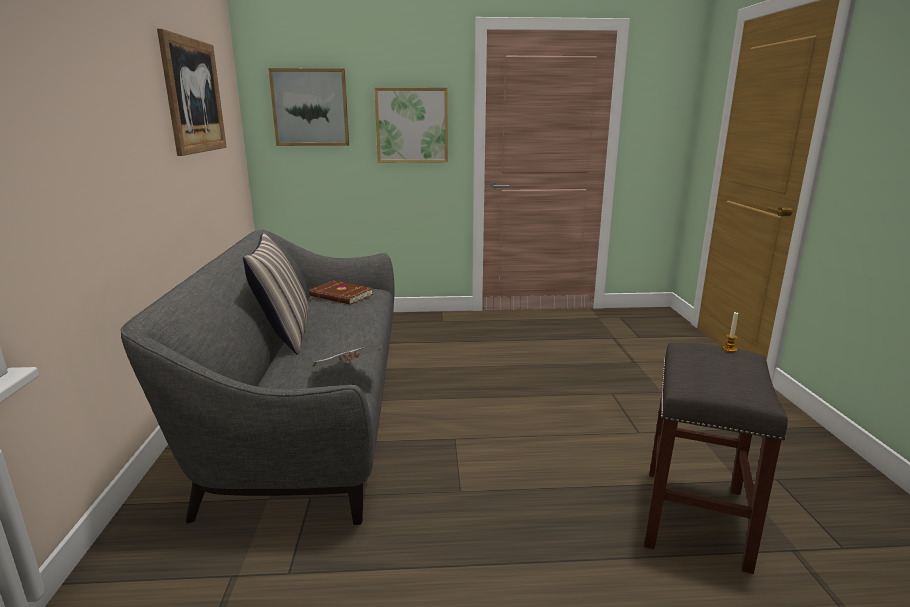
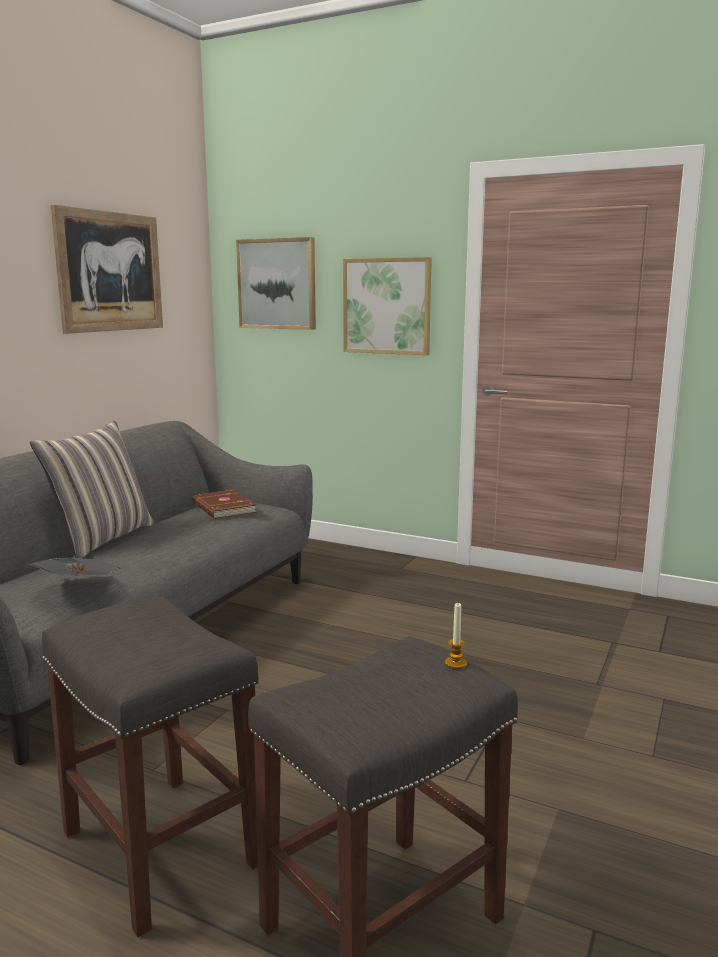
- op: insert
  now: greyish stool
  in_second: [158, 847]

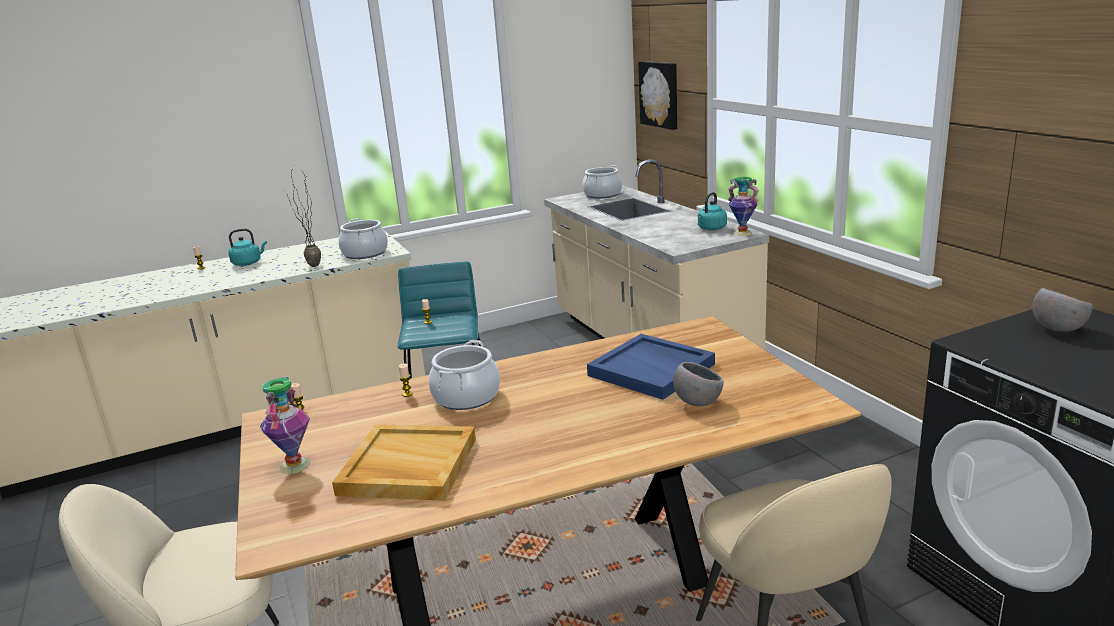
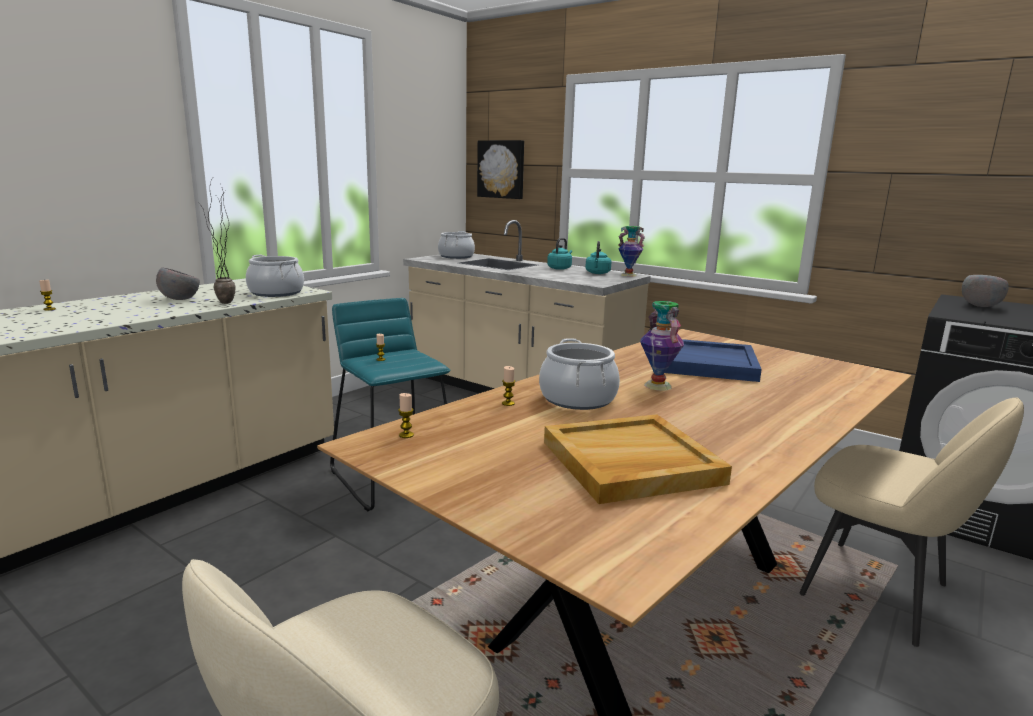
- op: move
  was: turquoise-coloured kettle
  in_first: [248, 263]
  in_second: [560, 268]
- op: move
  was: flower vase
  in_first: [294, 465]
  in_second: [657, 385]
- op: move
  was: greyish deep dish
  in_first: [697, 403]
  in_second: [179, 299]

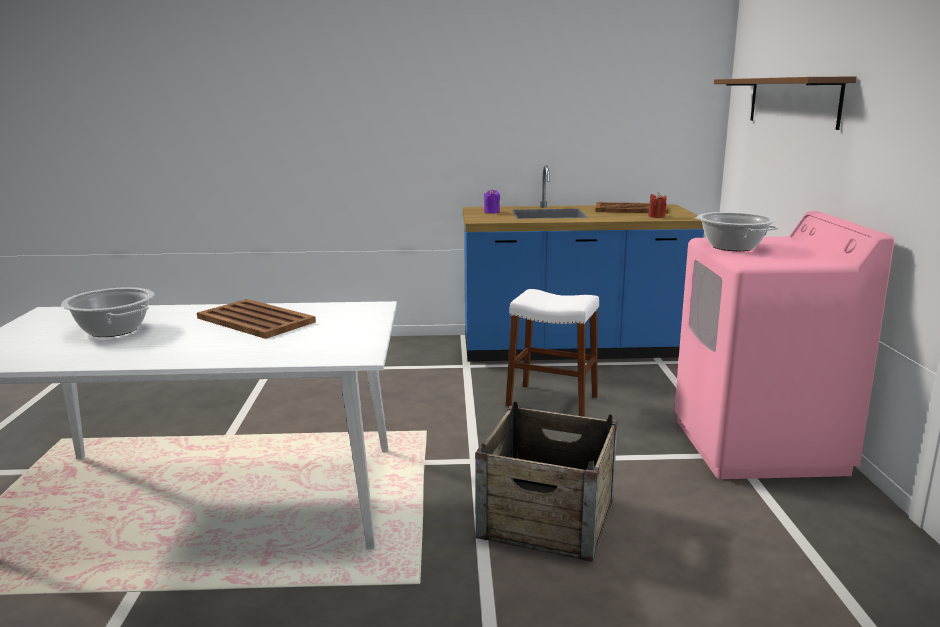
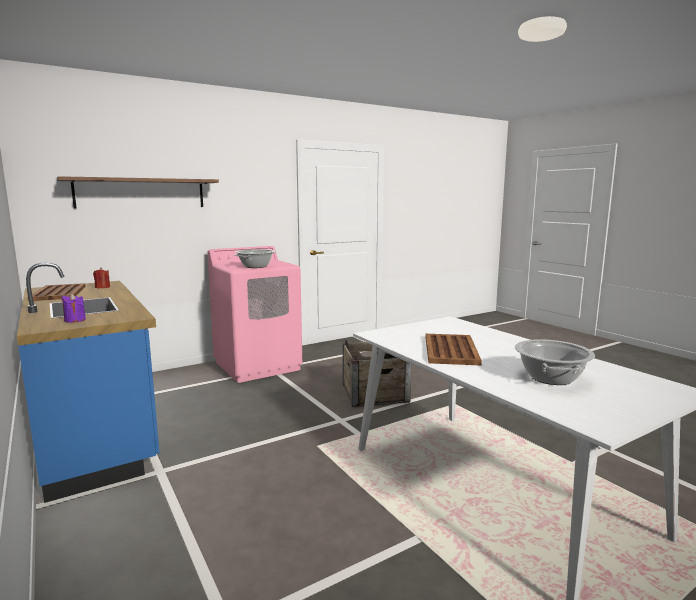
- op: delete
  was: white stool
  in_first: [552, 401]

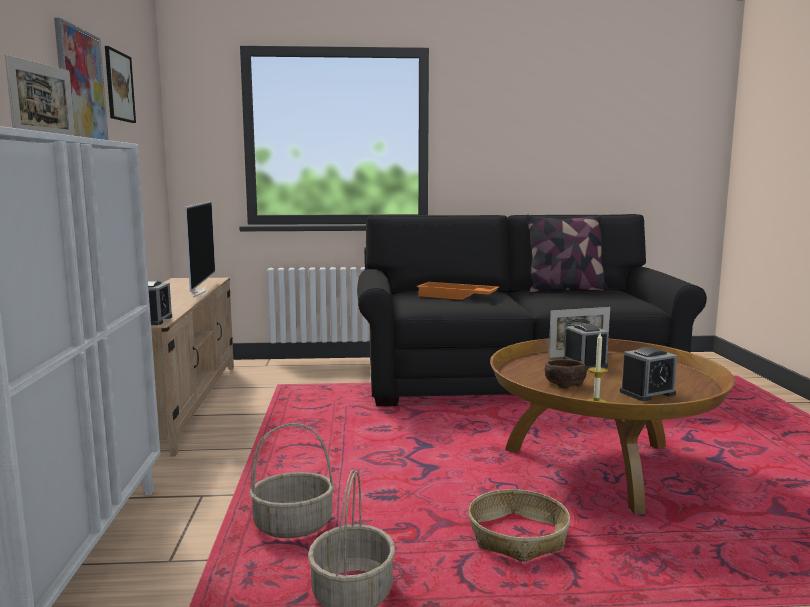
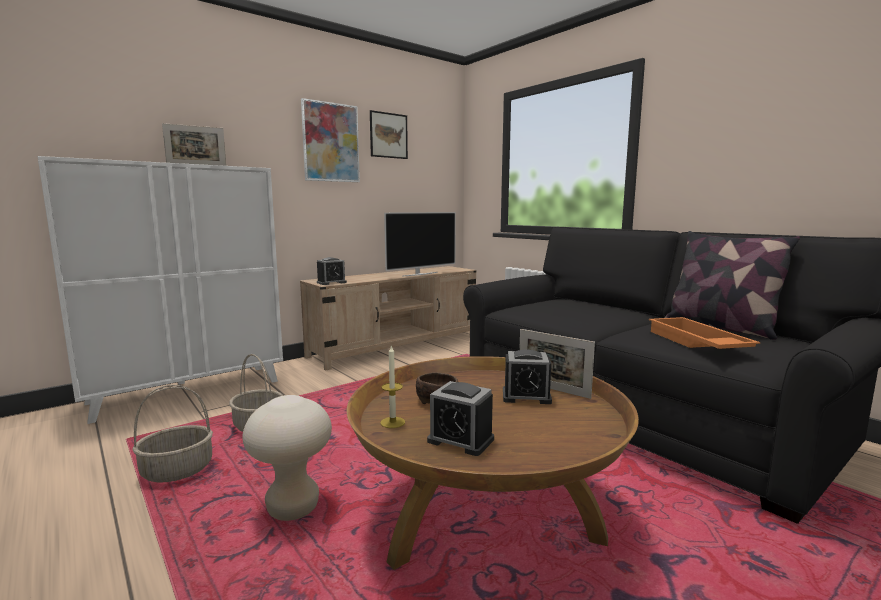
- op: move
  was: orangey tray
  in_first: [456, 296]
  in_second: [695, 343]
- op: replace
  was: storage basket
  now: beige stool
  in_first: [517, 537]
  in_second: [293, 508]
- op: rotate
  was: alarm clock
  in_first: [584, 363]
  in_second: [526, 396]
  clockwise: 60

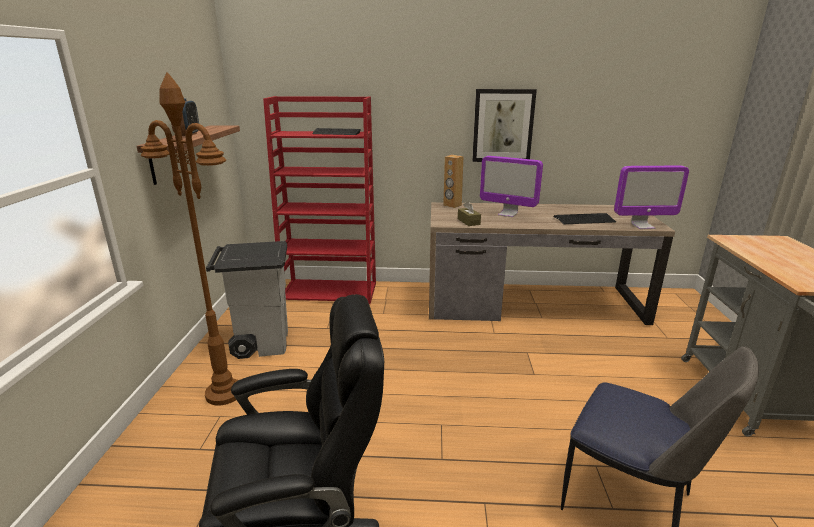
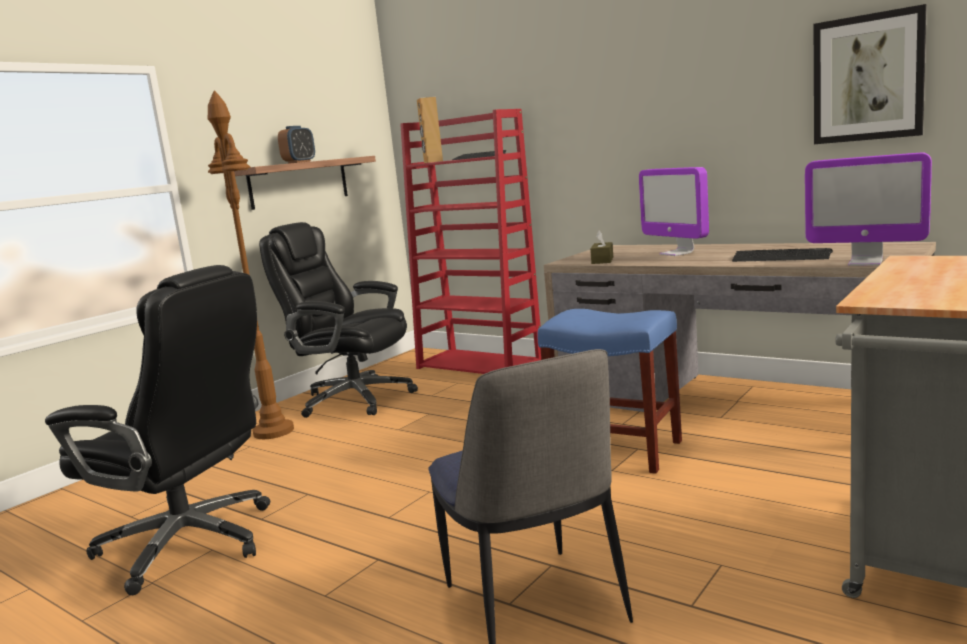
- op: replace
  was: greyish rubbish bin
  now: black-coloured desk chair
  in_first: [261, 342]
  in_second: [353, 399]
- op: move
  was: brown speaker
  in_first: [452, 205]
  in_second: [433, 162]
- op: move
  was: picture
  in_first: [503, 126]
  in_second: [868, 78]
- op: insert
  now: blue-coloured stool
  in_second: [614, 450]

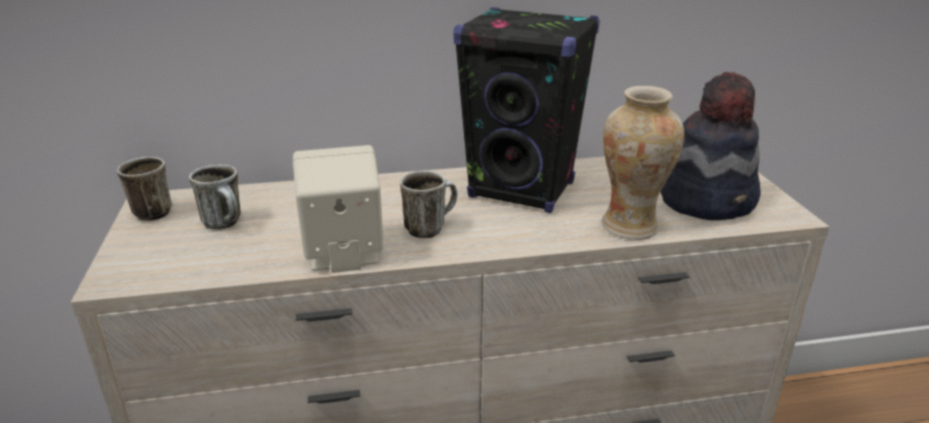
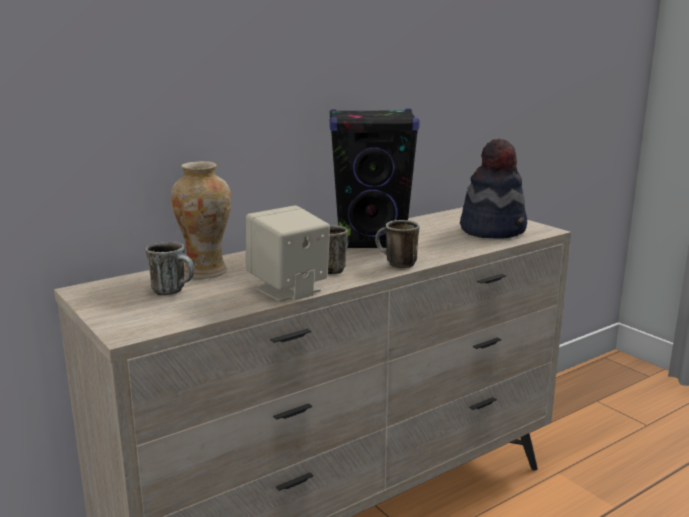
- op: move
  was: mug
  in_first: [149, 212]
  in_second: [395, 264]
- op: move
  was: flower vase
  in_first: [630, 226]
  in_second: [205, 272]

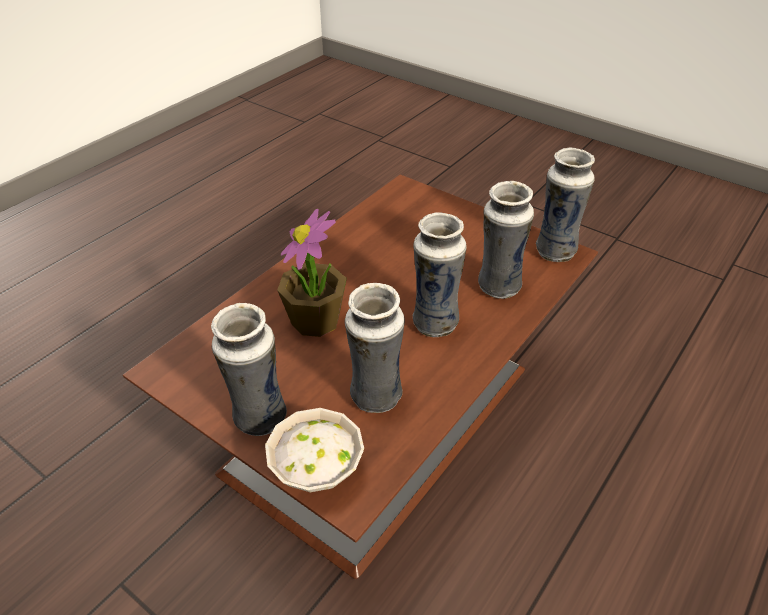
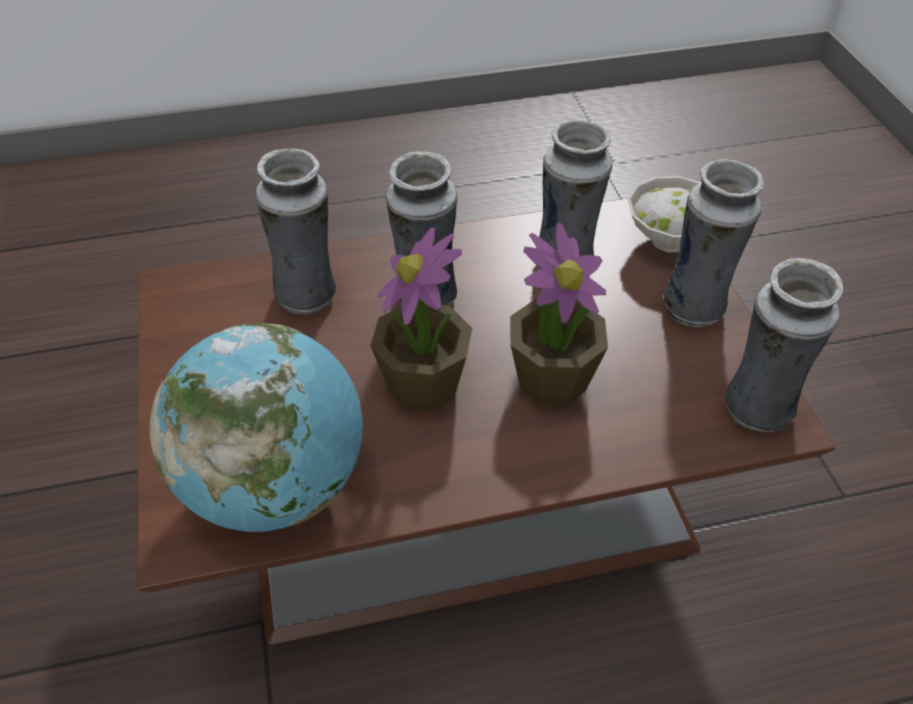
- op: move
  was: flower vase
  in_first: [555, 250]
  in_second: [757, 411]
- op: insert
  now: world globe
  in_second: [275, 486]
- op: insert
  now: houseplant
  in_second: [424, 385]

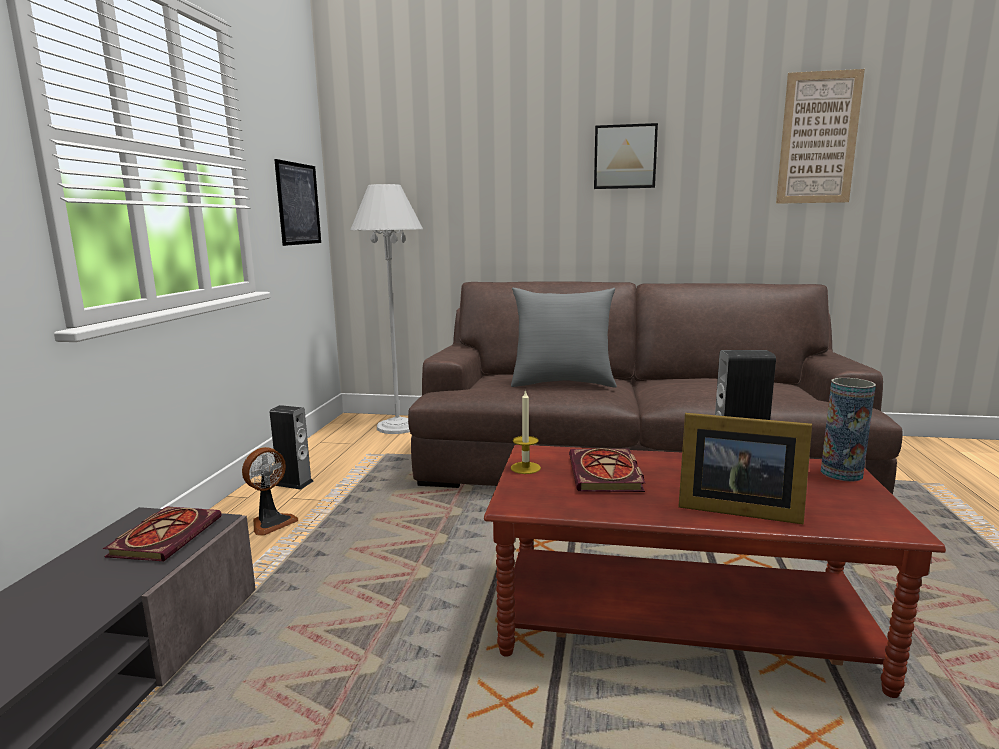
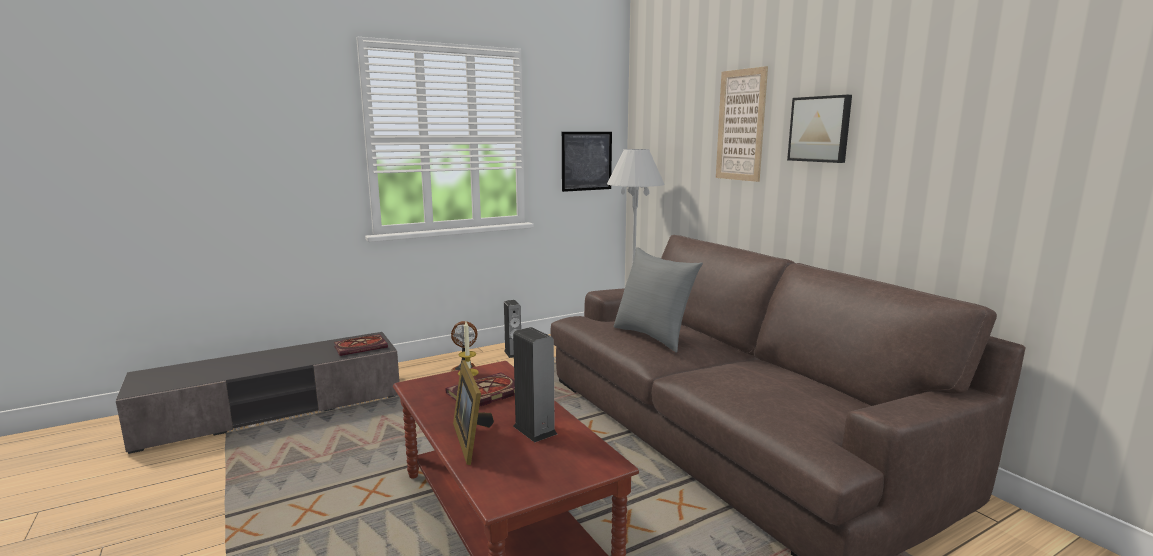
- op: move
  was: picture
  in_first: [818, 138]
  in_second: [740, 125]
- op: delete
  was: flower vase
  in_first: [841, 473]

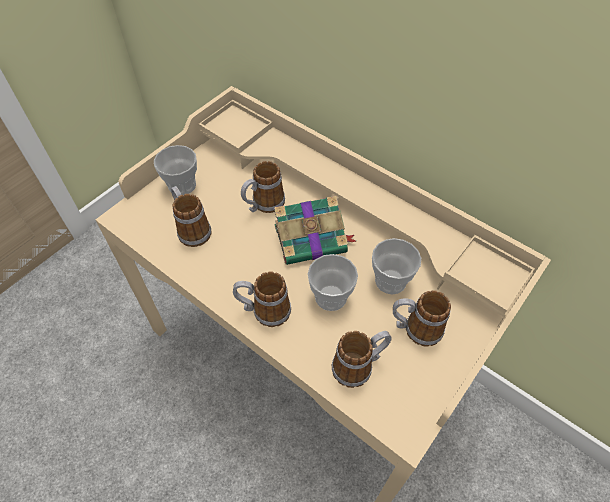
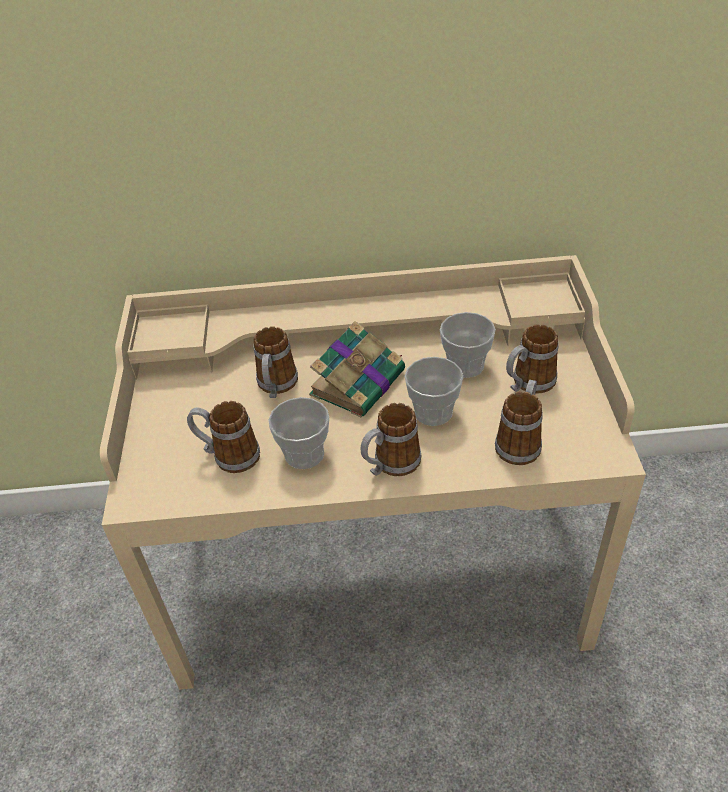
- op: move
  was: drinking cup
  in_first: [182, 185]
  in_second: [304, 454]

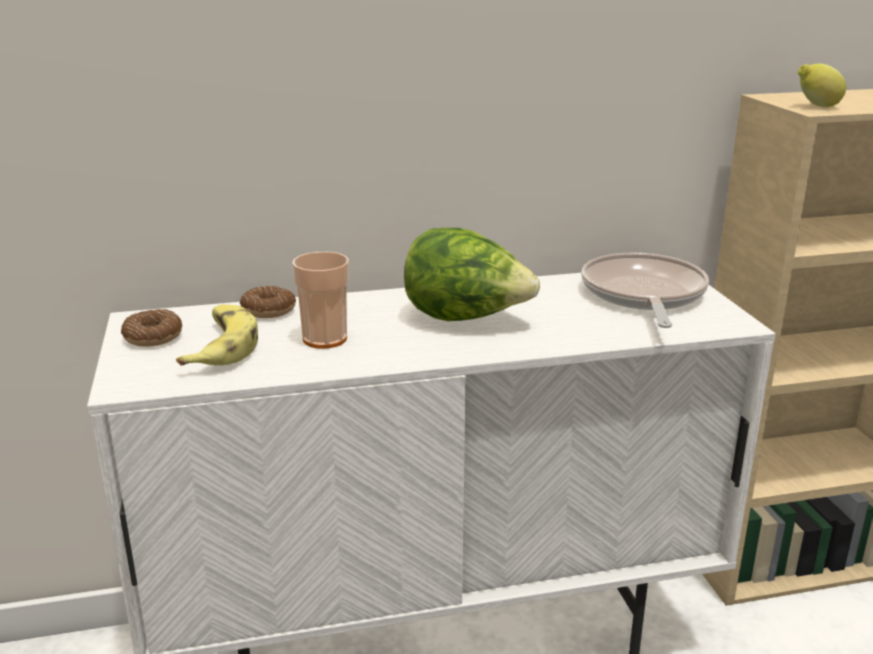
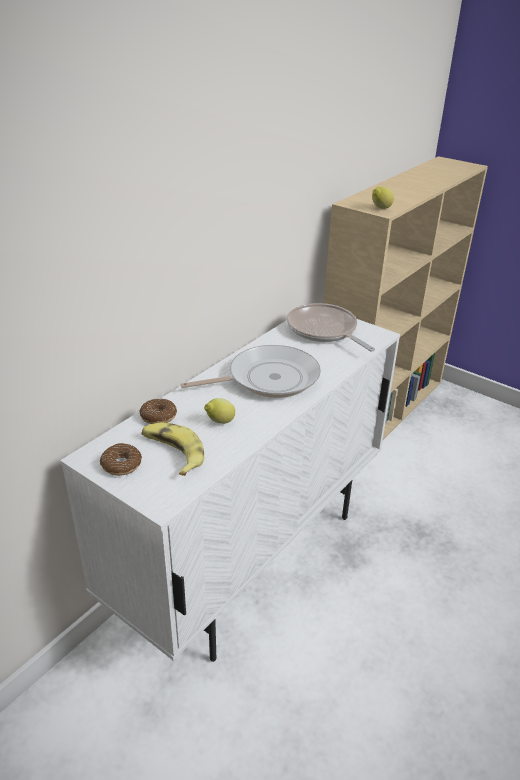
- op: replace
  was: drinking cup
  now: whole lemon
  in_first: [325, 339]
  in_second: [219, 422]
- op: replace
  was: lettuce
  now: pan
  in_first: [466, 318]
  in_second: [268, 378]

